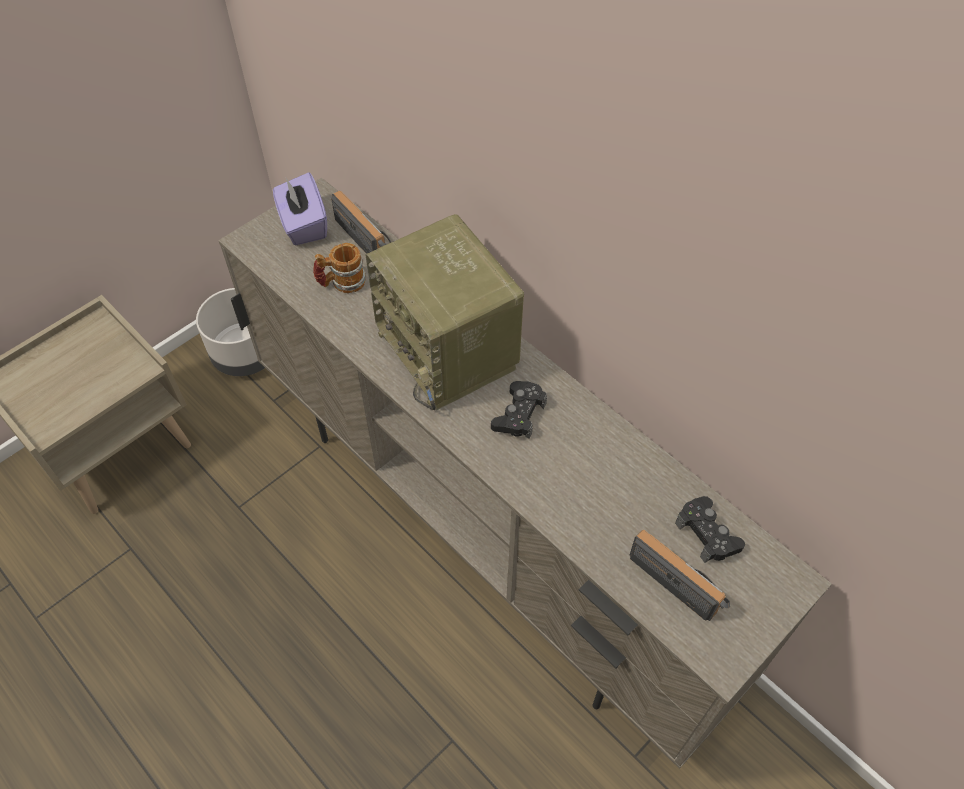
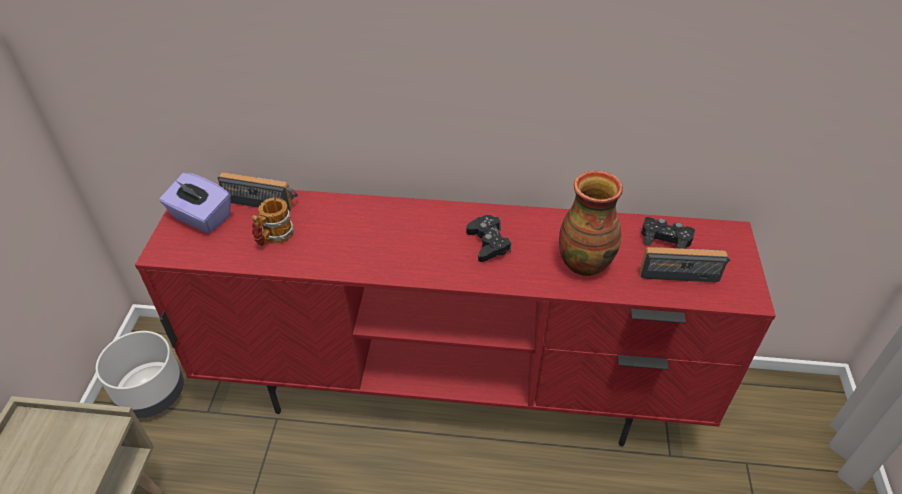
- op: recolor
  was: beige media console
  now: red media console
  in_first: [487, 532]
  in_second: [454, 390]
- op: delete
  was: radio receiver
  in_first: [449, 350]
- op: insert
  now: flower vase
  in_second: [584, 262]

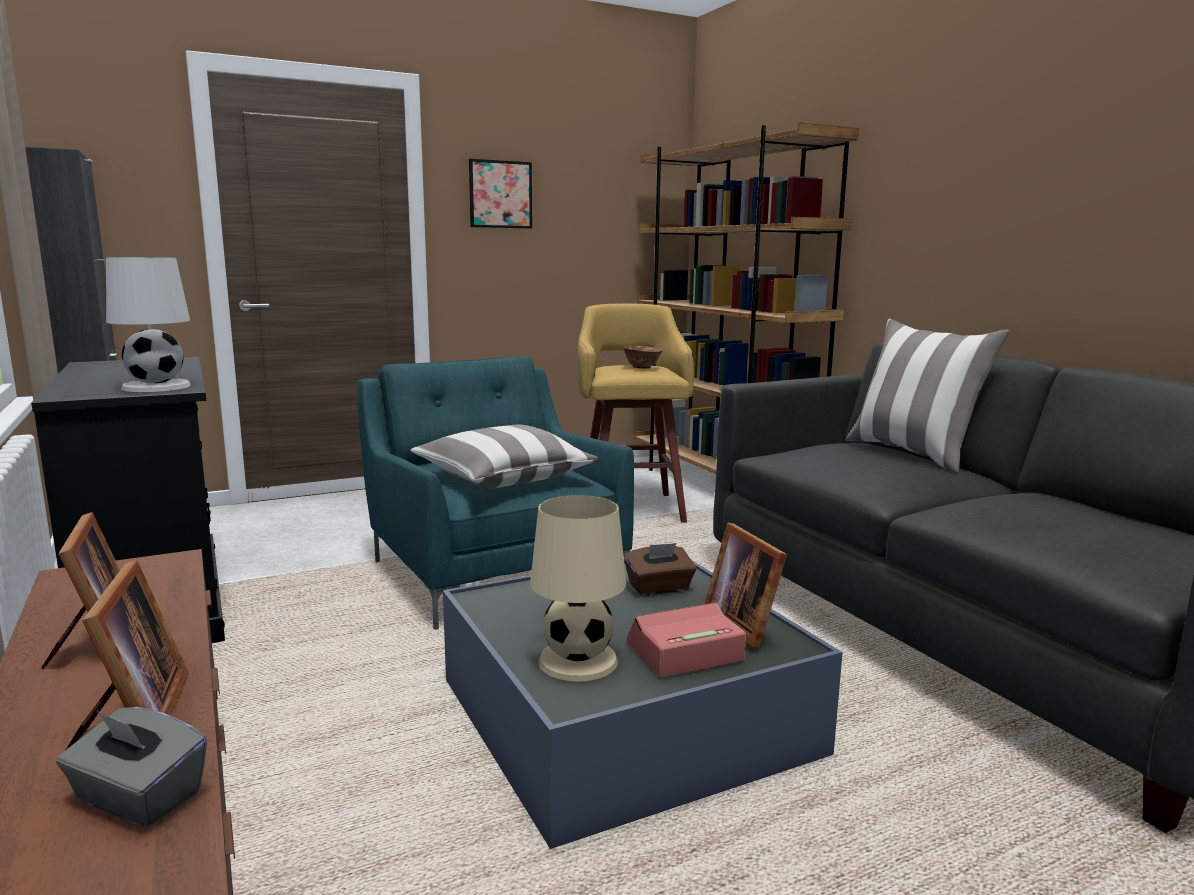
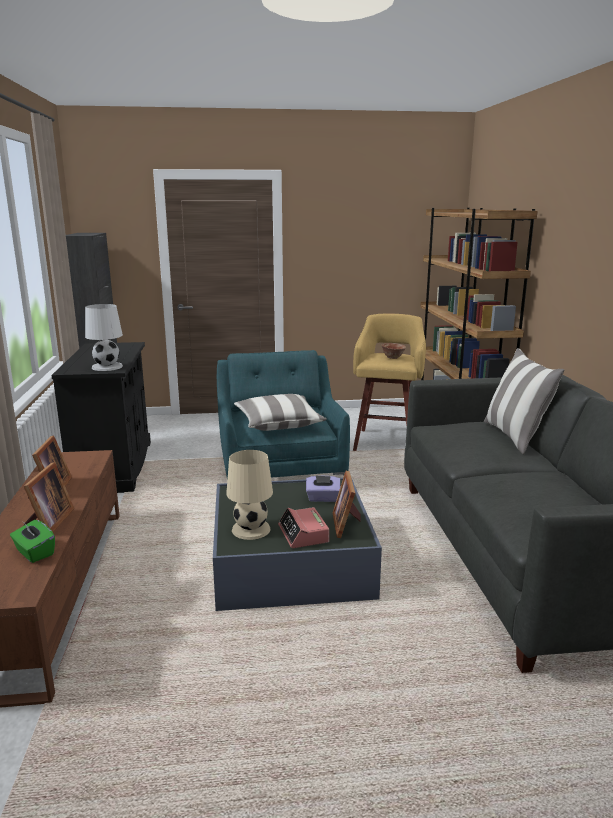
- op: recolor
  was: greyish tissue holder
  now: greenish tissue holder
  in_first: [137, 798]
  in_second: [34, 553]
- op: delete
  was: picture
  in_first: [500, 194]
- op: recolor
  was: brown tissue holder
  now: purplish tissue holder
  in_first: [659, 588]
  in_second: [323, 498]
- op: rotate
  was: alarm clock
  in_first: [684, 653]
  in_second: [303, 534]
  clockwise: -105

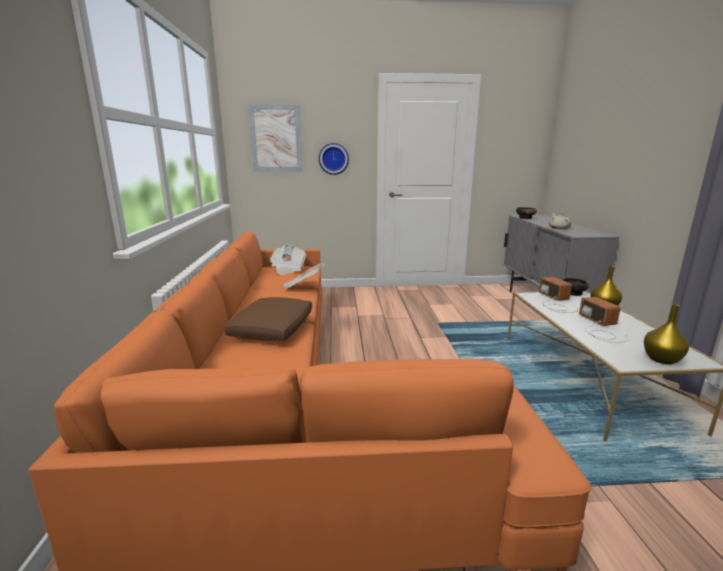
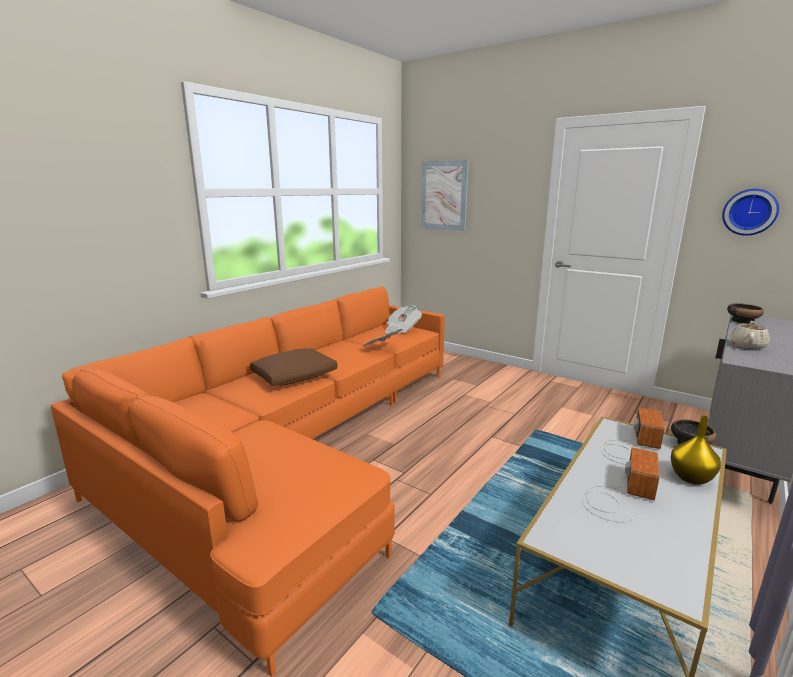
- op: move
  was: clock on the wall
  in_first: [333, 159]
  in_second: [749, 212]
- op: delete
  was: yellowish flower vase
  in_first: [662, 360]

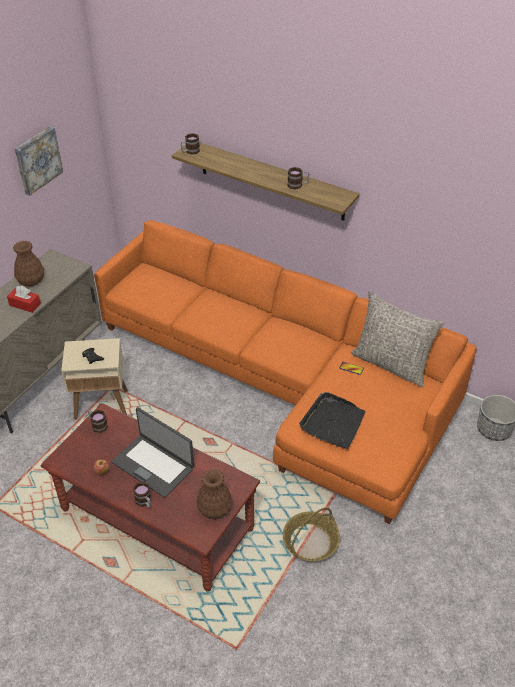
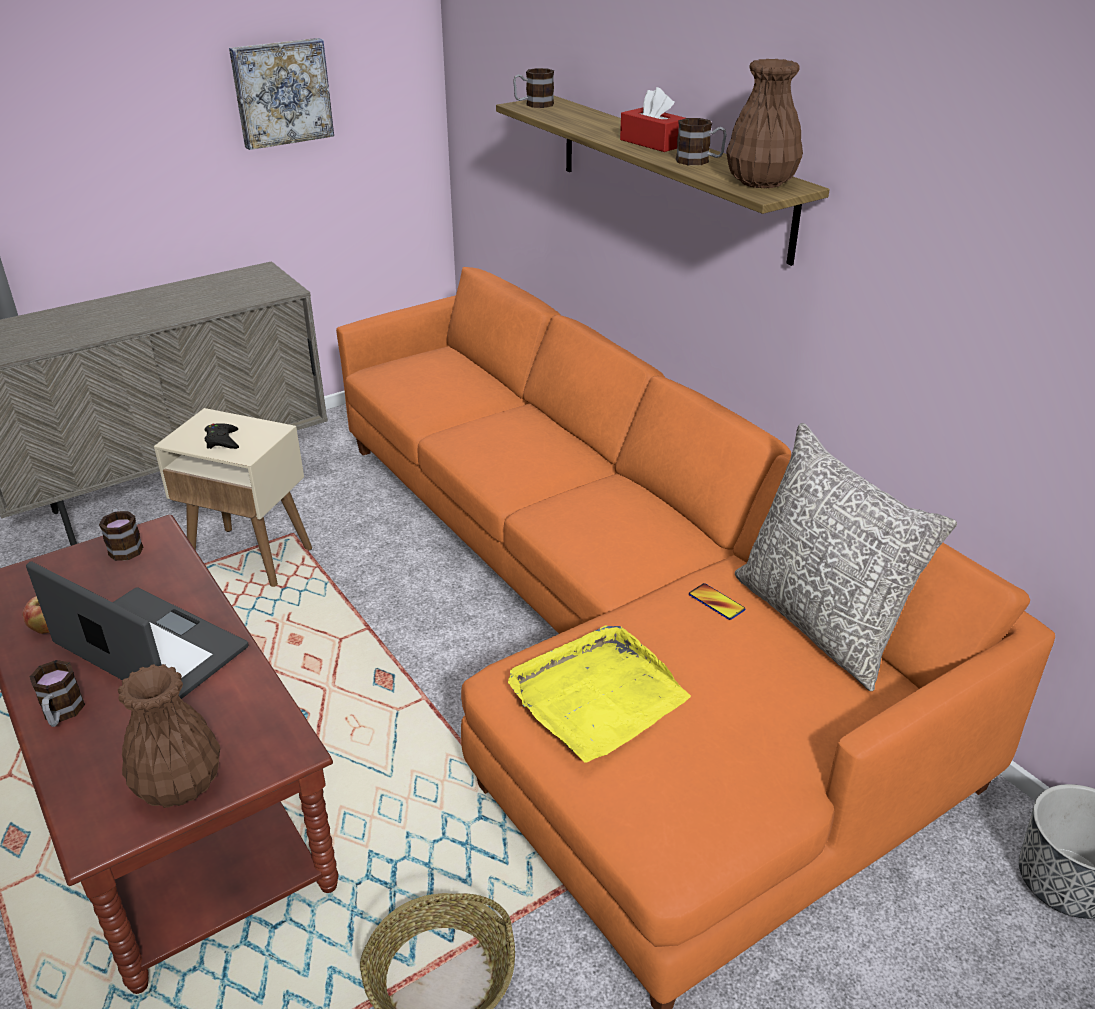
- op: move
  was: red tissue holder
  in_first: [25, 304]
  in_second: [652, 143]
- op: move
  was: brown flower vase
  in_first: [31, 281]
  in_second: [761, 182]
- op: rotate
  was: laptop
  in_first: [153, 465]
  in_second: [149, 648]
  clockwise: 150
- op: recolor
  was: black-coloured tray
  now: yellowish tray
  in_first: [332, 422]
  in_second: [596, 696]

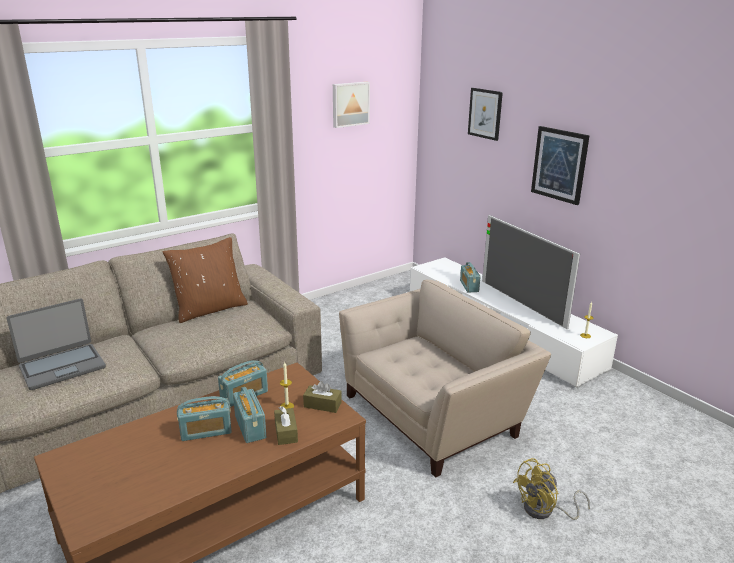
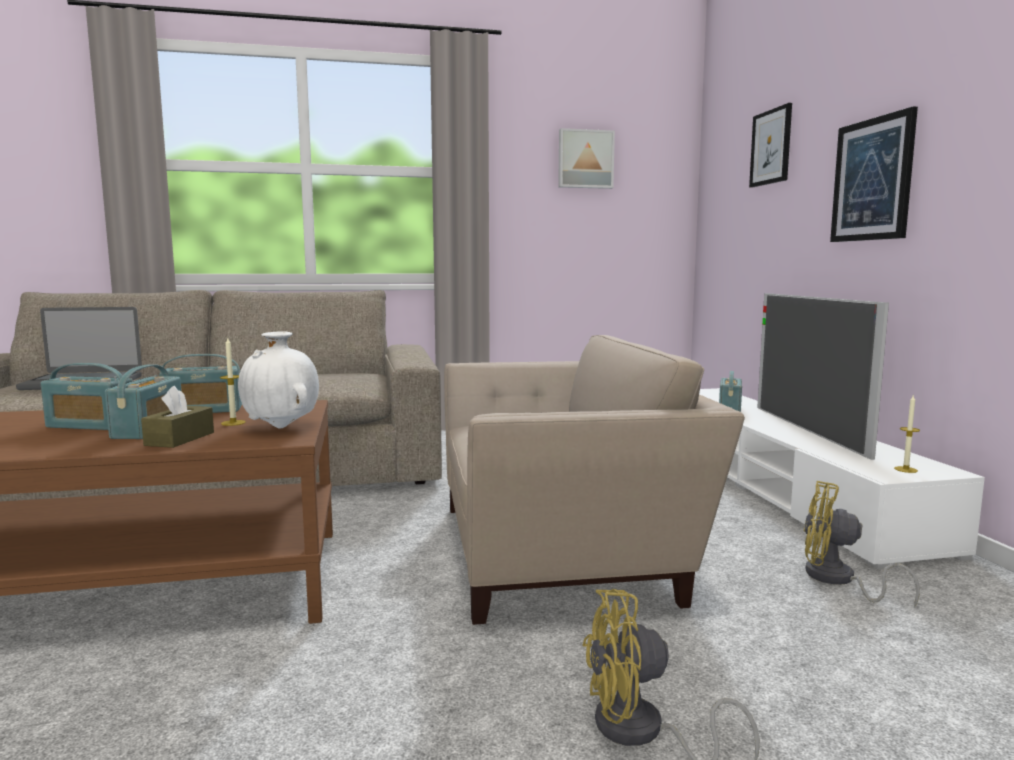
- op: delete
  was: brown throw pillow
  in_first: [209, 309]
- op: replace
  was: brown tissue holder
  now: white flower vase
  in_first: [322, 405]
  in_second: [281, 427]
- op: insert
  now: yellowish cooling fan
  in_second: [837, 580]

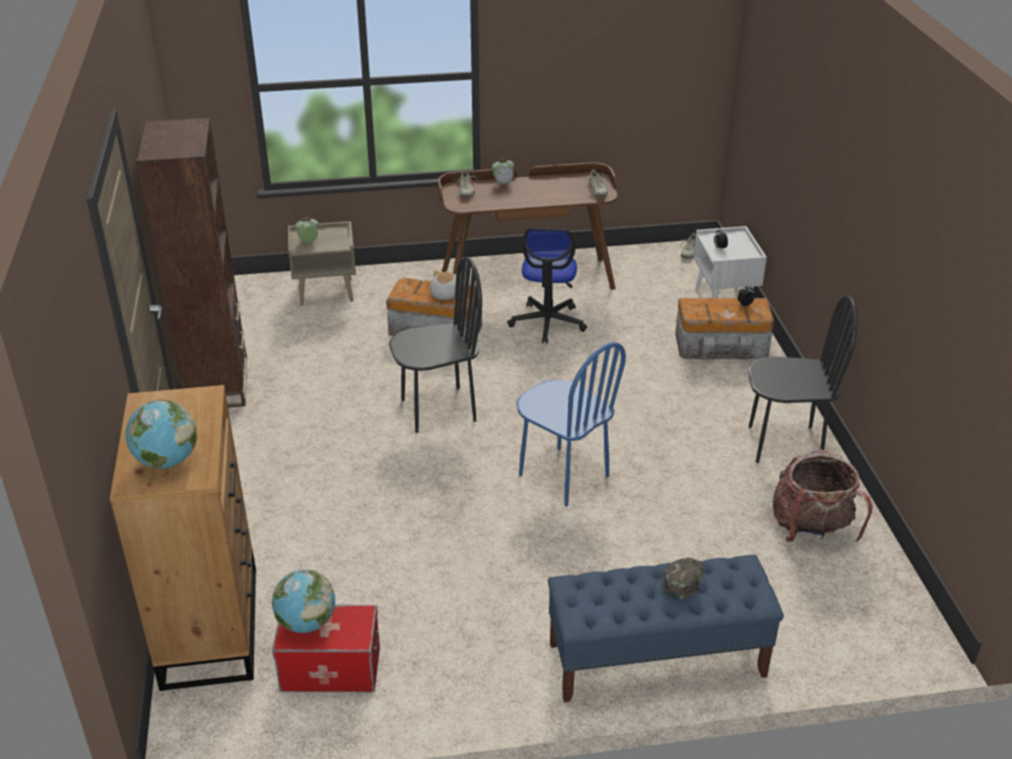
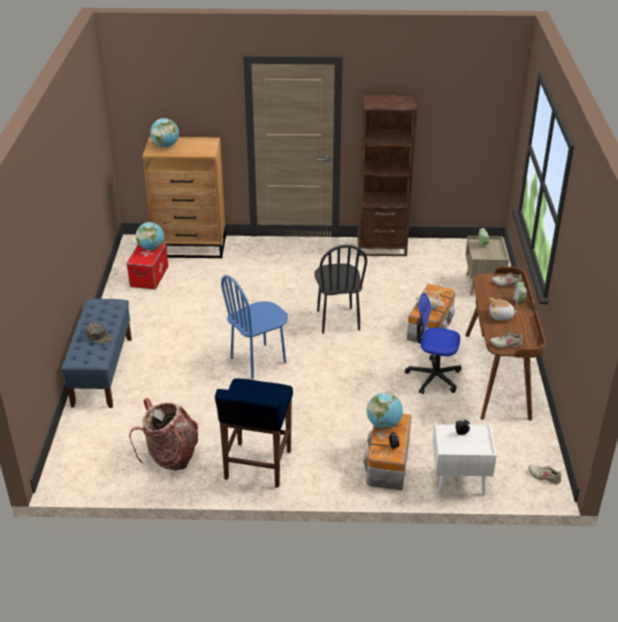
- op: replace
  was: black-coloured chair
  now: blue-coloured stool
  in_first: [784, 445]
  in_second: [257, 466]
- op: insert
  now: world globe
  in_second: [384, 424]
- op: insert
  now: cuddly toy
  in_second: [501, 316]

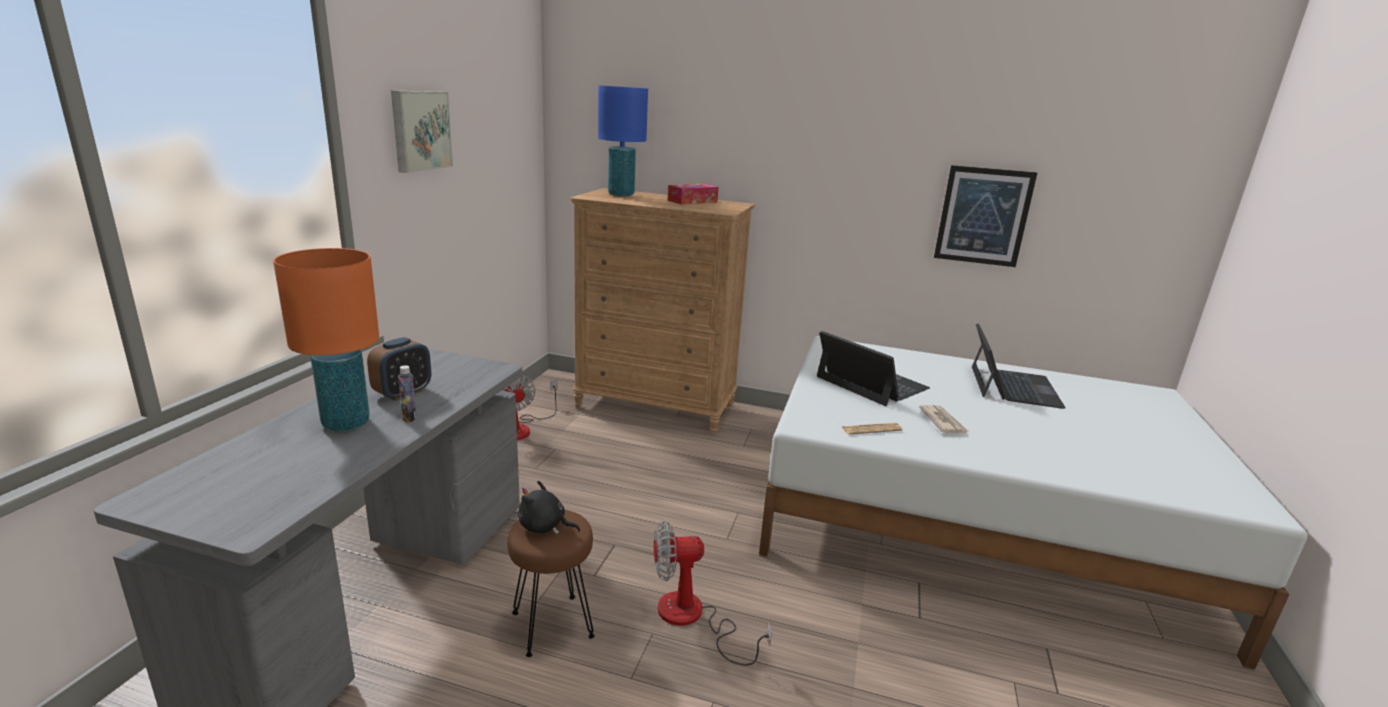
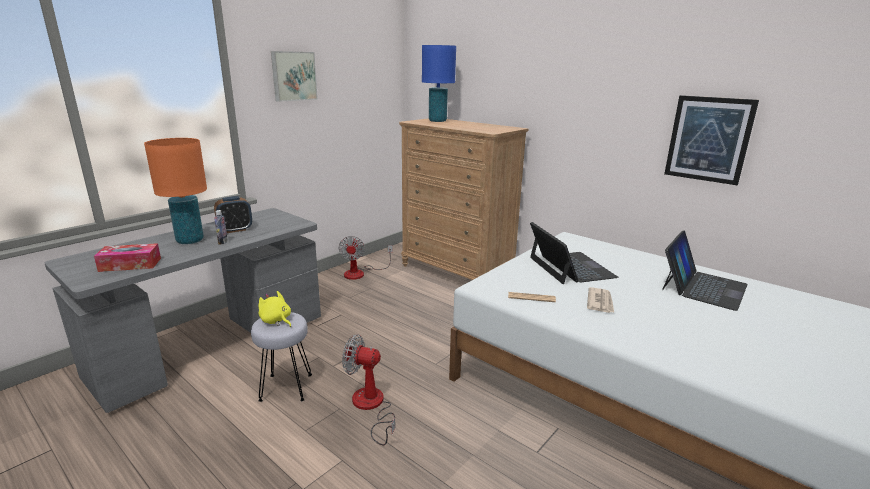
- op: recolor
  was: brown stool
  now: greyish stool
  in_first: [552, 626]
  in_second: [286, 388]
- op: recolor
  was: black-coloured cuddly toy
  now: yellowish cuddly toy
  in_first: [544, 527]
  in_second: [276, 321]
- op: move
  was: tissue holder
  in_first: [692, 201]
  in_second: [130, 265]

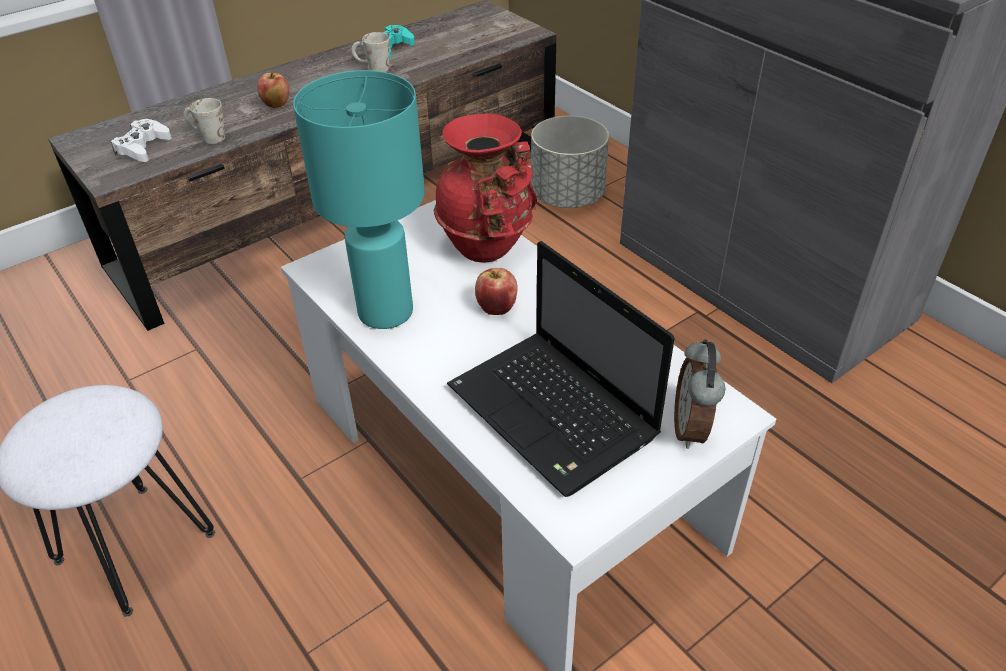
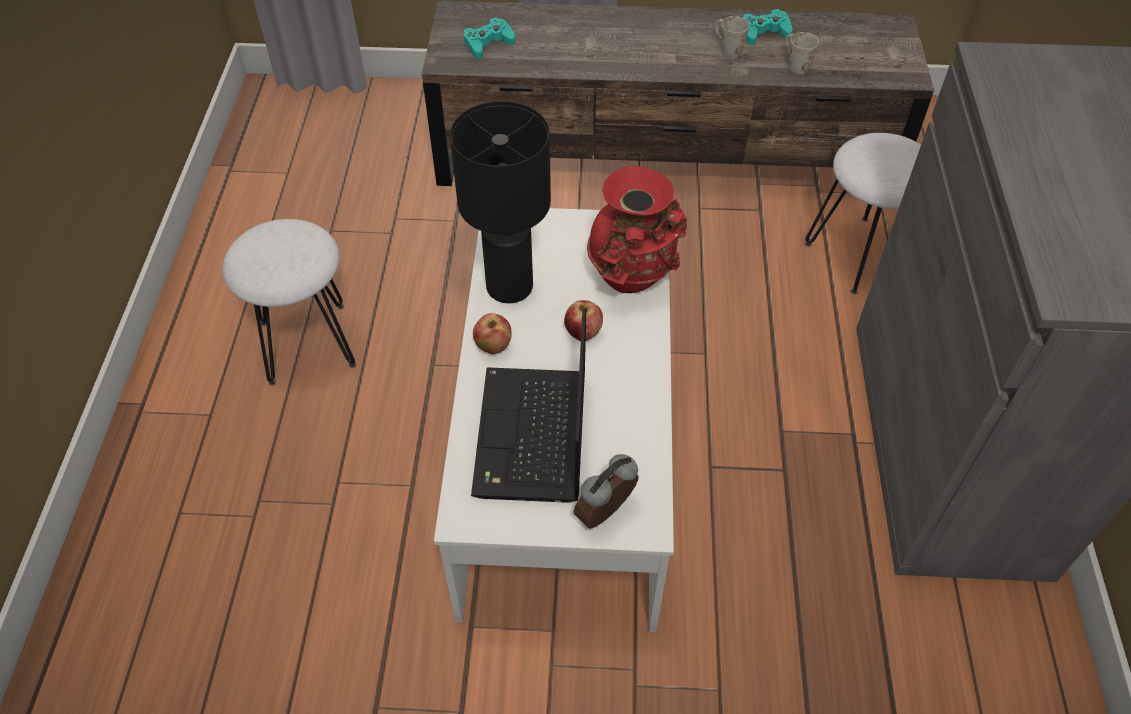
- op: recolor
  was: white gamepad
  now: turquoise-coloured gamepad
  in_first: [143, 147]
  in_second: [488, 43]
- op: move
  was: white mug
  in_first: [207, 137]
  in_second: [794, 64]
- op: move
  was: apple fruit
  in_first: [276, 105]
  in_second: [493, 346]
- op: recolor
  was: turquoise-coloured tabletop lamp
  now: black-coloured tabletop lamp
  in_first: [386, 313]
  in_second: [509, 288]
- op: replace
  was: greyish planter
  now: white stool
  in_first: [567, 196]
  in_second: [860, 254]

